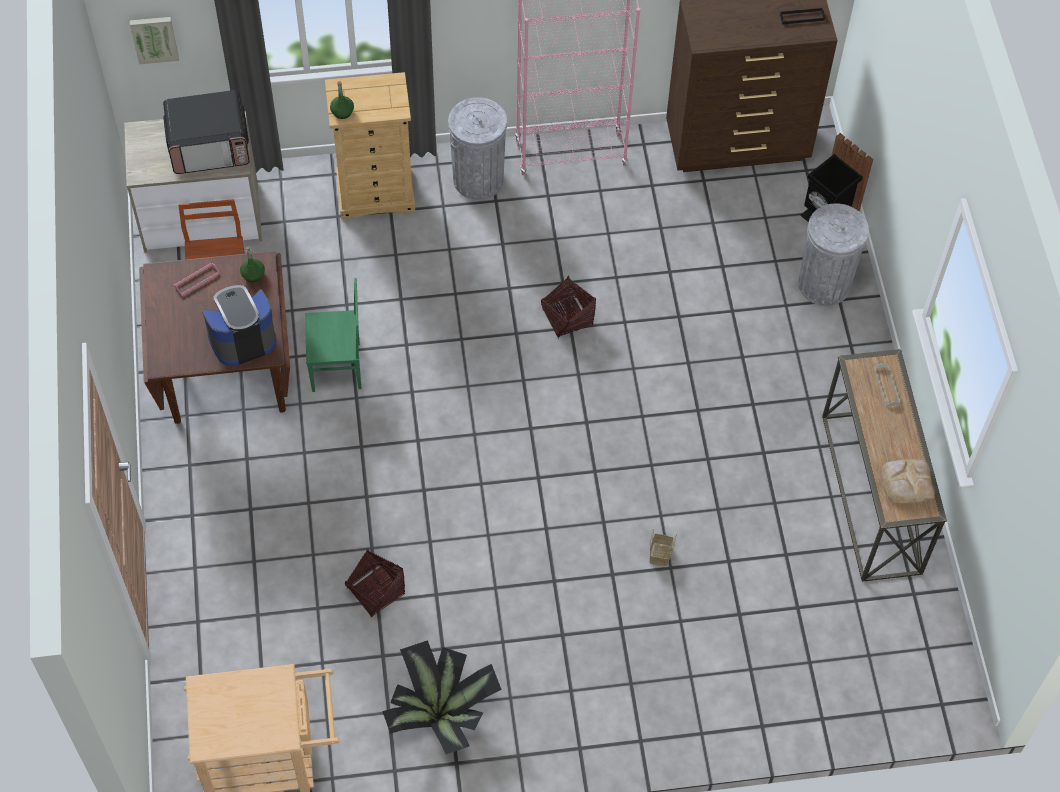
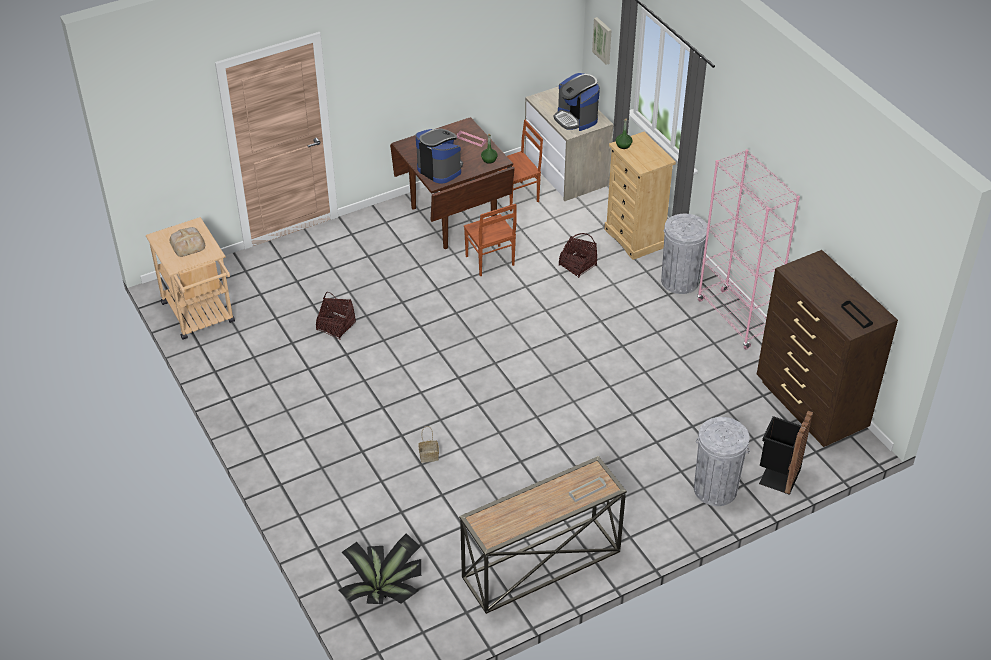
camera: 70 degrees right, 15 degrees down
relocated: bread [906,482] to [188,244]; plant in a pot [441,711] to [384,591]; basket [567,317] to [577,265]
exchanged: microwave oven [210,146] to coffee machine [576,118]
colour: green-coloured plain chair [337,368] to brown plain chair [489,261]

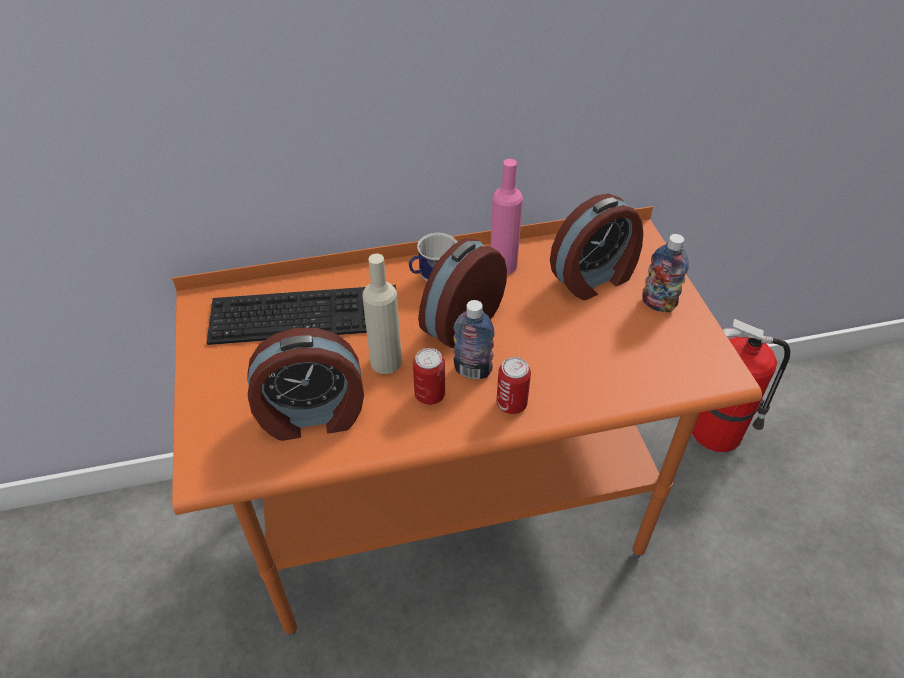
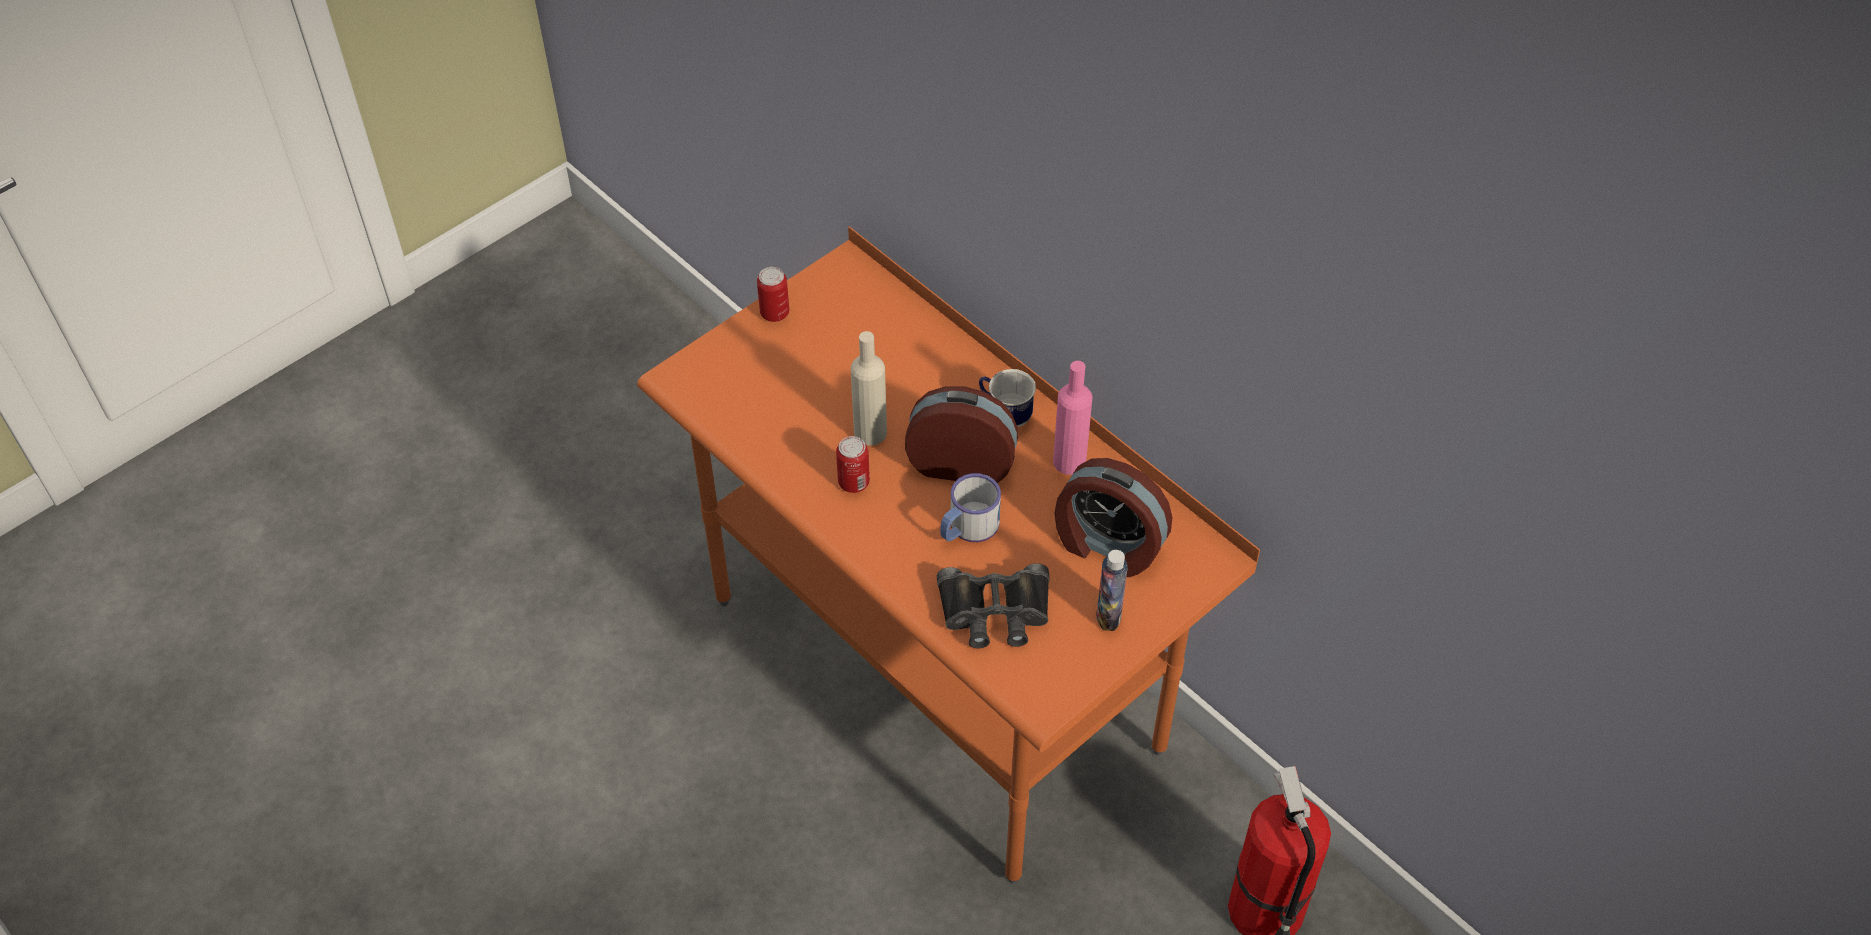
camera: 60 degrees right, 5 degrees up
missing: keyboard [307,313]; table clock [312,416]; drink bottle [472,370]
appeared: black-coloured pair of binoculars [995,612]; tea mug [967,527]
relocated: can [511,404] to [774,313]

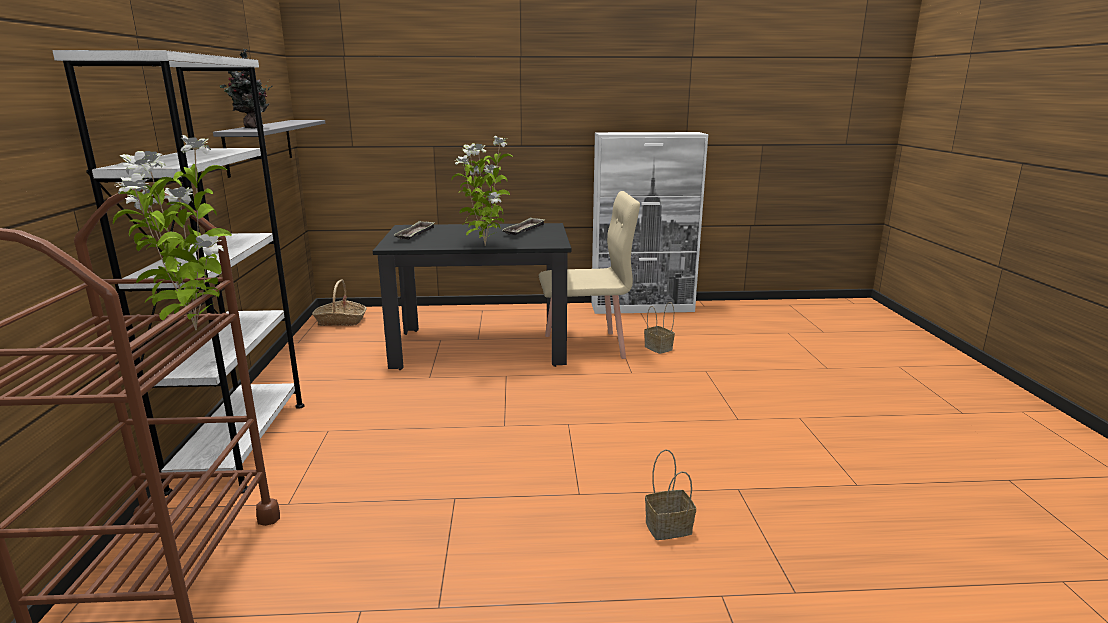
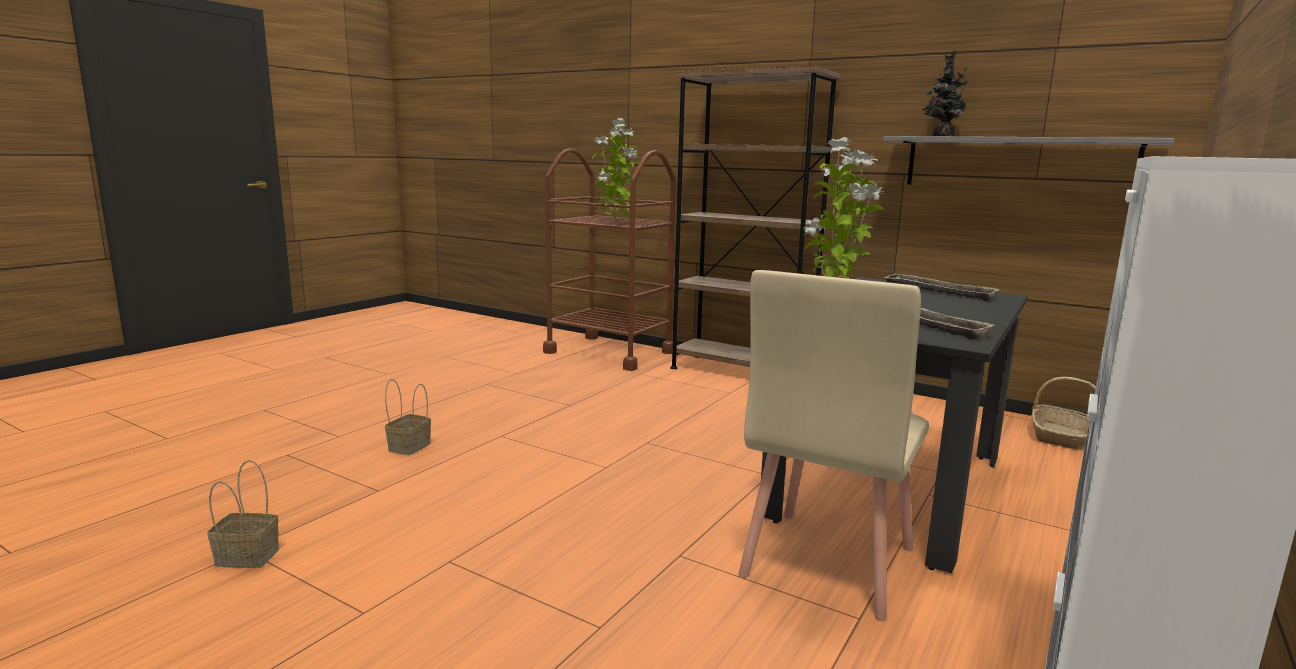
camera: 125 degrees right, 5 degrees down
relocated: basket [659,348] to [245,557]
colour: whitish bookshelf [241,444] to brown bookshelf [741,372]

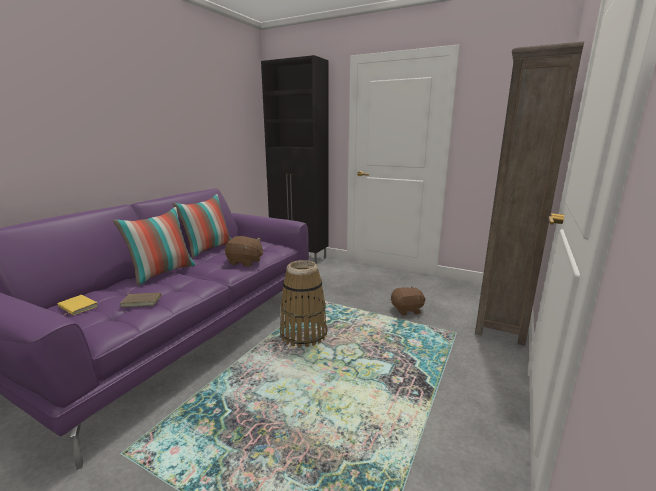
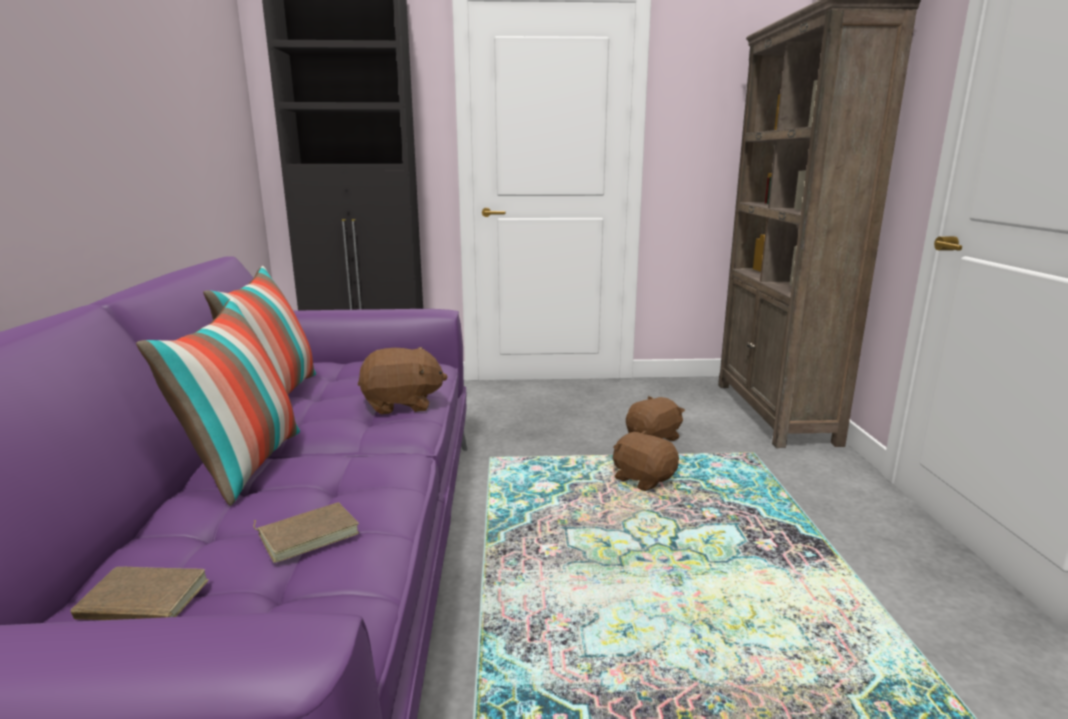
camera: 30 degrees left, 0 degrees up
missing: basket [303,335]
appeared: brown plush toy [643,479]
colour: yellow-coloured bound book [76,307] to brown bound book [141,603]

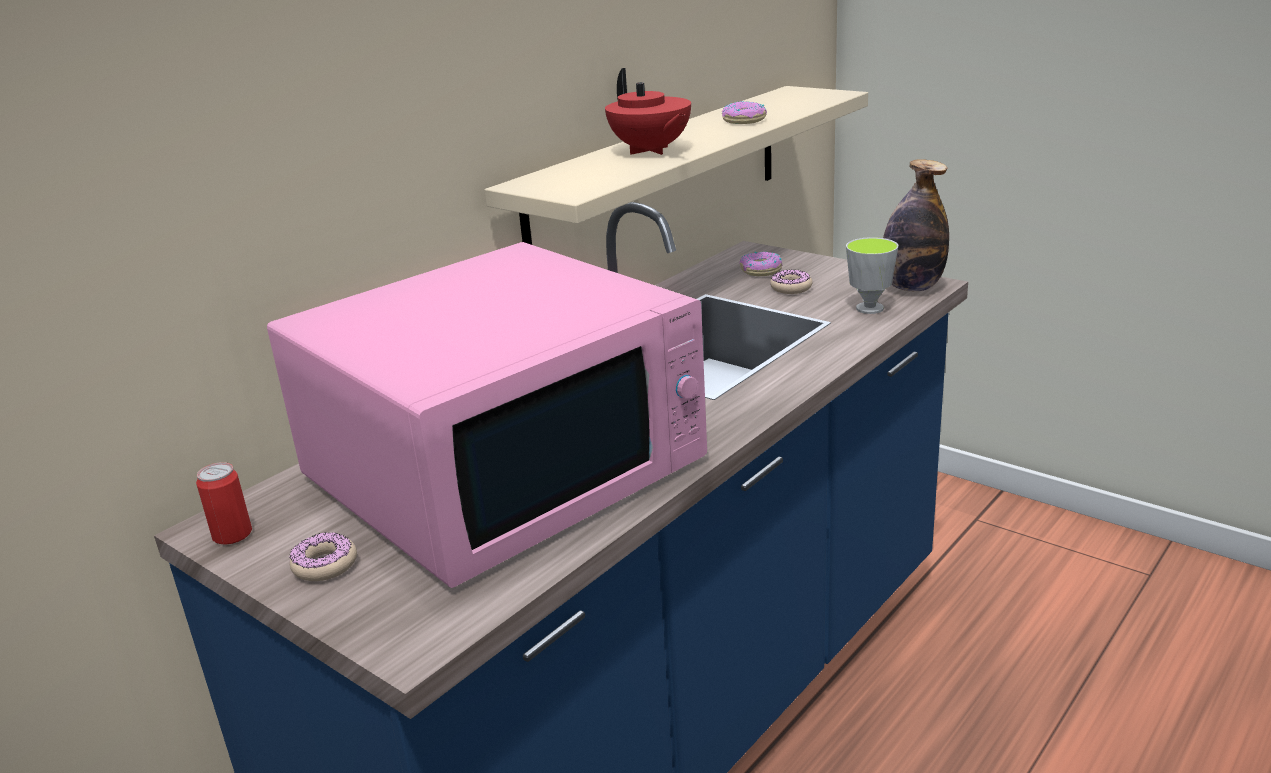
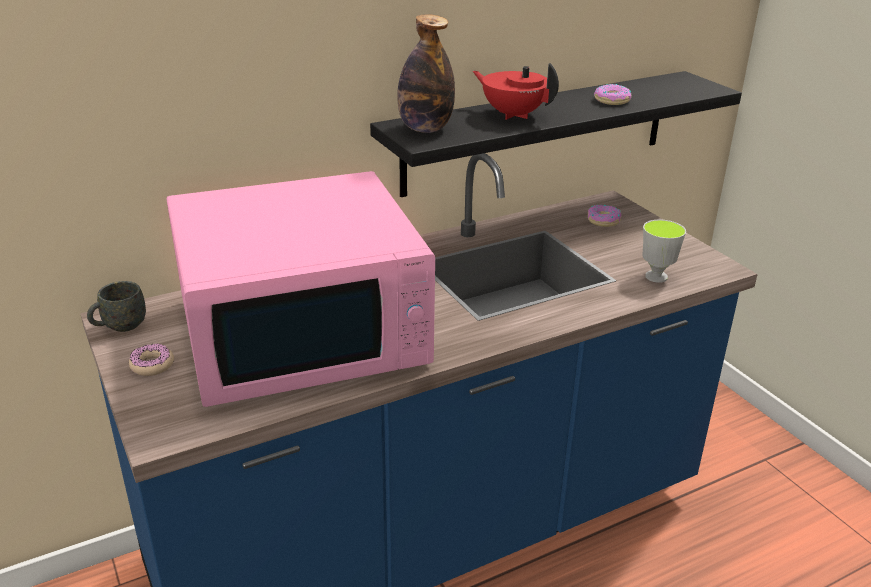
camera: 20 degrees right, 5 degrees up
missing: ring doughnut [791,288]
relocated: drink bottle [911,287] to [425,129]
exchanged: can [232,534] to grey tea mug [119,327]
colour: beige-coloured shelf [660,178] to black-coloured shelf [538,132]
spun: red-coloured teapot [650,150] = [513,115] 135 degrees clockwise

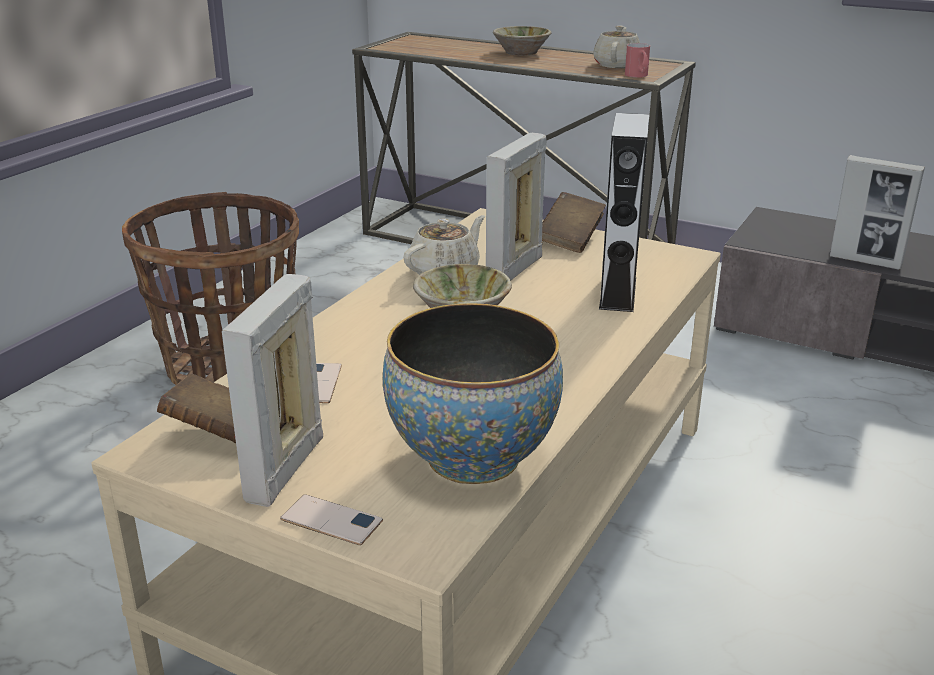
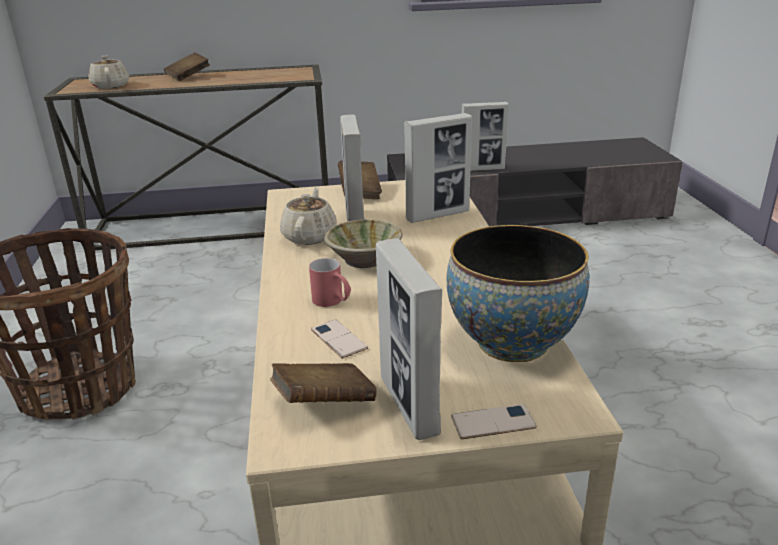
camera: 35 degrees left, 0 degrees up
relocated: beige-coloured teapot [617,65] to [111,86]; red-coloured tea mug [638,76] to [333,302]
exchanged: beige-coloured deep dish [521,52] to brown bound book [188,77]; grey speaker [618,293] to standing frame [438,215]

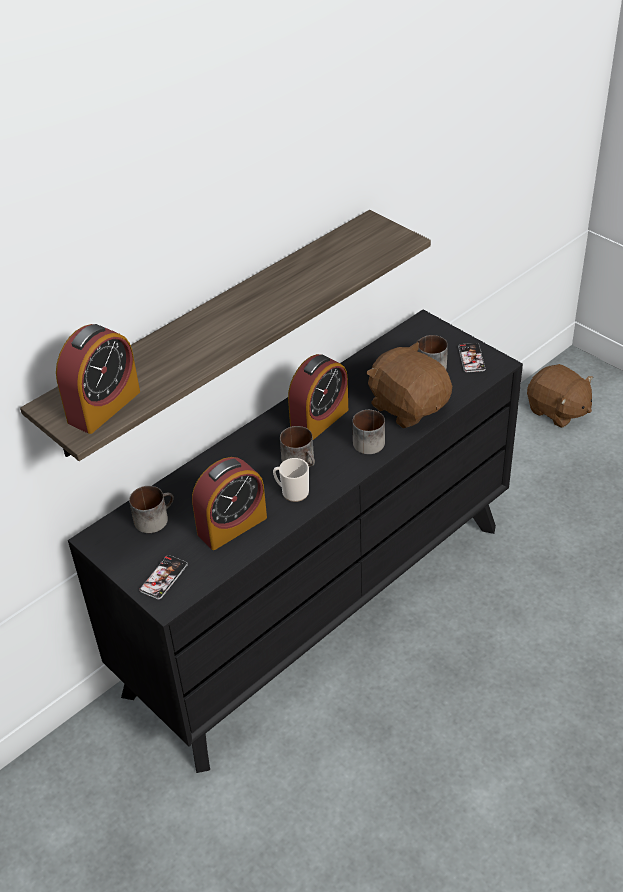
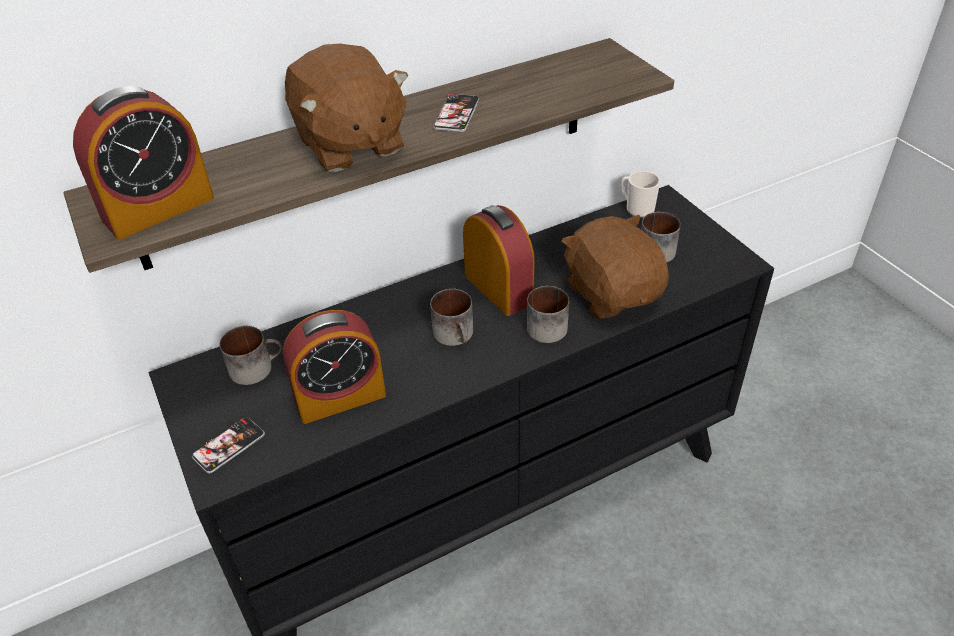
camera: 15 degrees right, 0 degrees up
relocated: brown plush toy [557,411] to [349,145]; phone [471,358] to [456,114]; tea mug [292,492] to [637,208]
spun: table clock [319,420] = [498,289] 90 degrees counterclockwise

